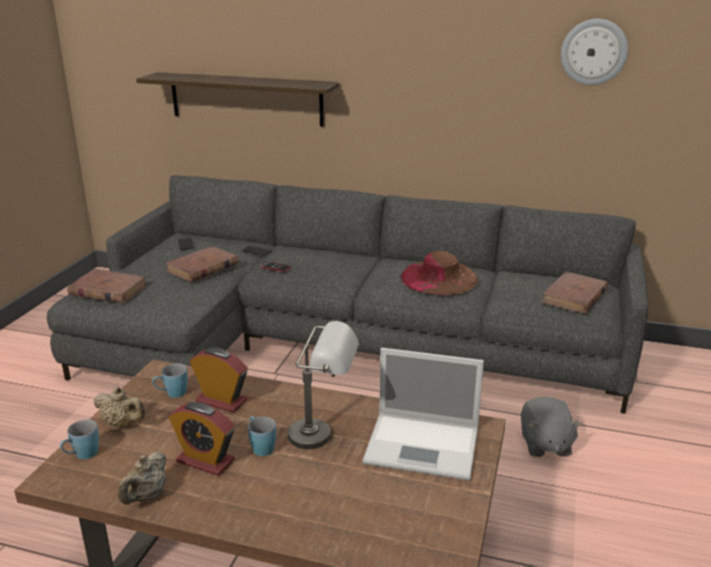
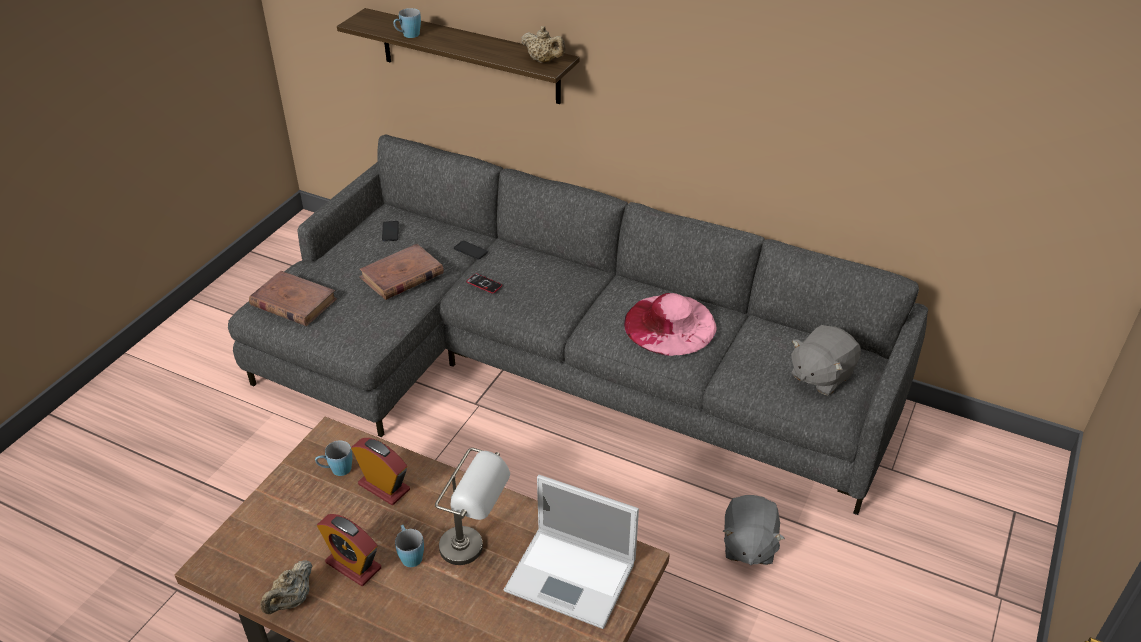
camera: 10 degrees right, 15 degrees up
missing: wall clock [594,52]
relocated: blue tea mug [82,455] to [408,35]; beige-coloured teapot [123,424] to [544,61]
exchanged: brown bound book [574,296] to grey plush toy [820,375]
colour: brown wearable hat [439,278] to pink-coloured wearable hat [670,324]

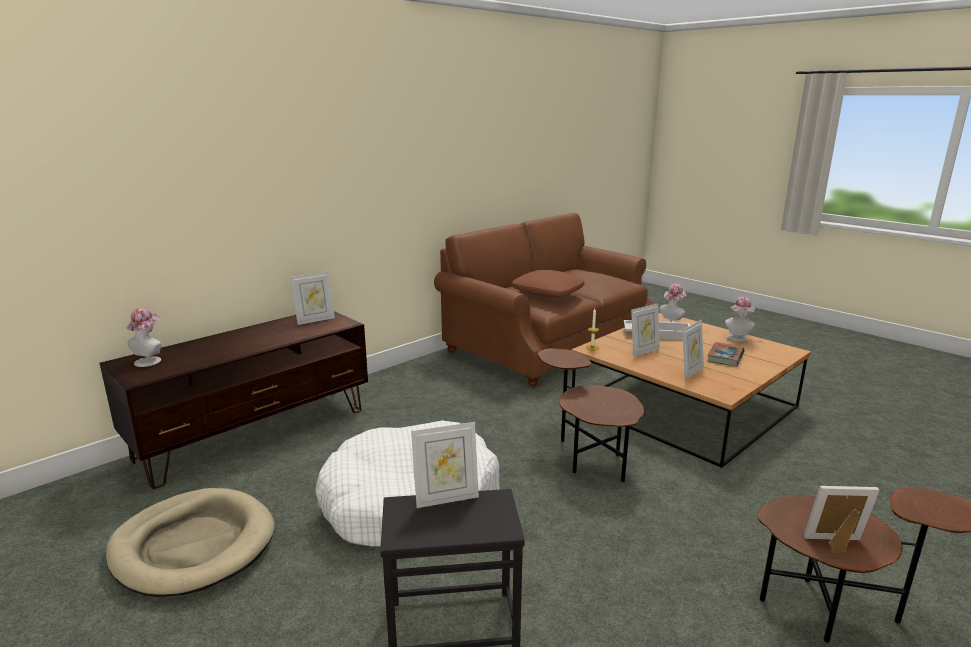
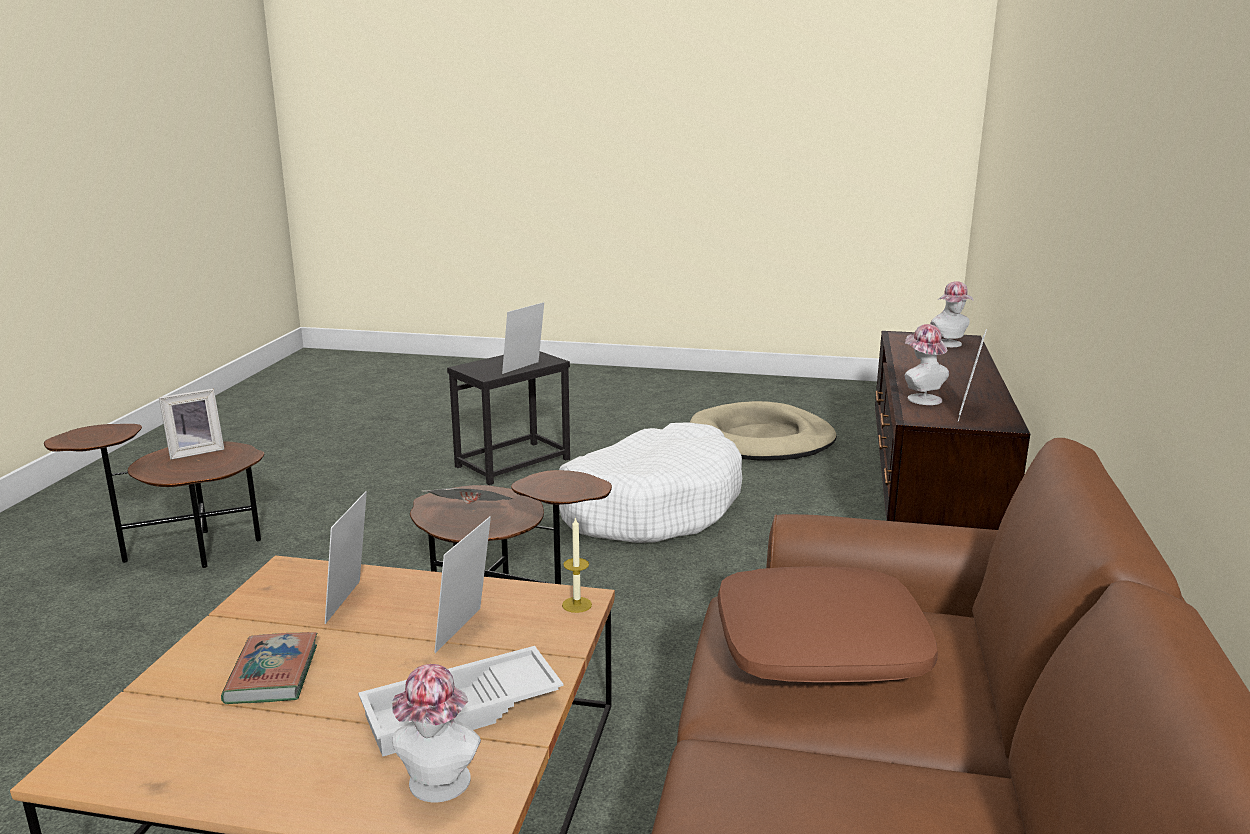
camera: 145 degrees right, 0 degrees up
appeared: daily paper [471,518]
relocated: wearable hat [737,339] to [921,398]

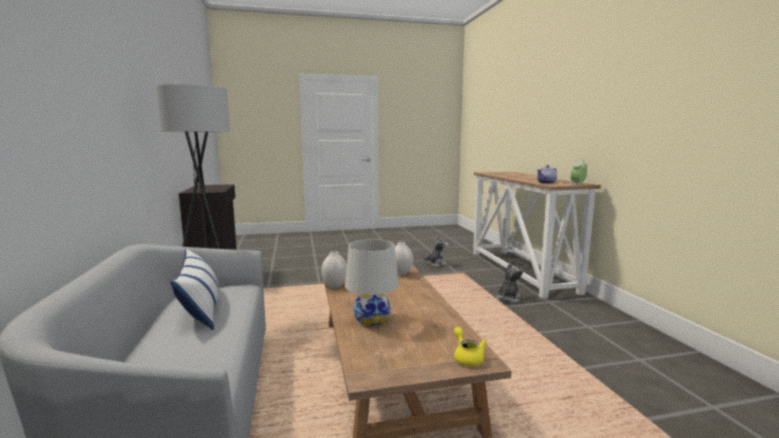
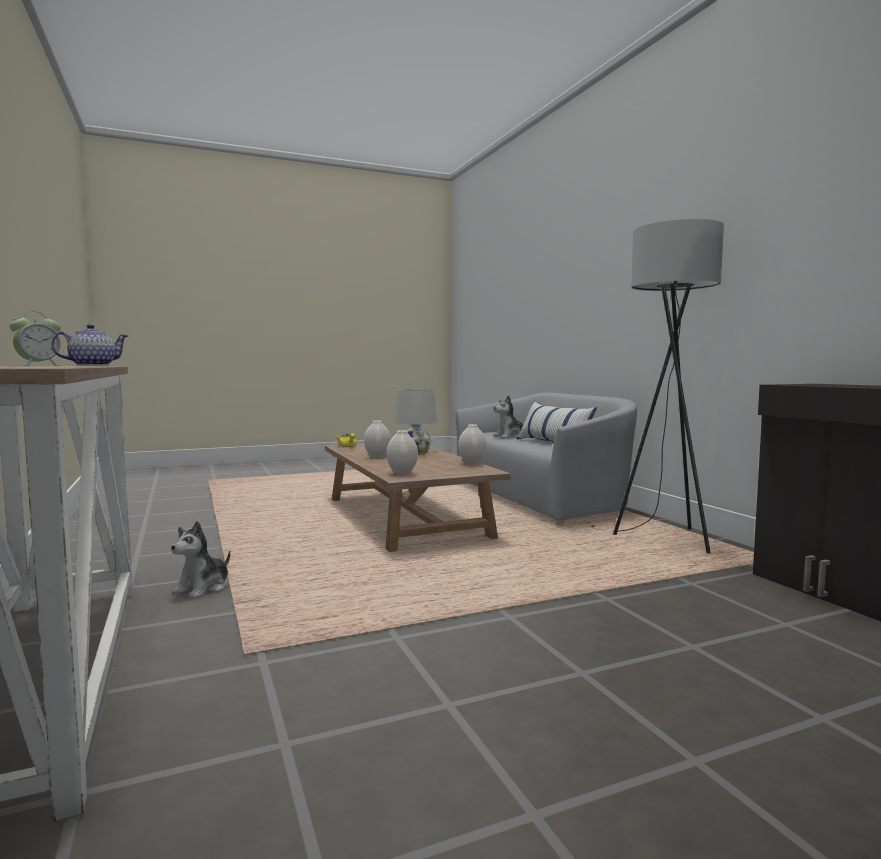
camera: 170 degrees right, 5 degrees down
appeared: whitish vase [377,457]
relocated: plush toy [435,264] to [510,436]

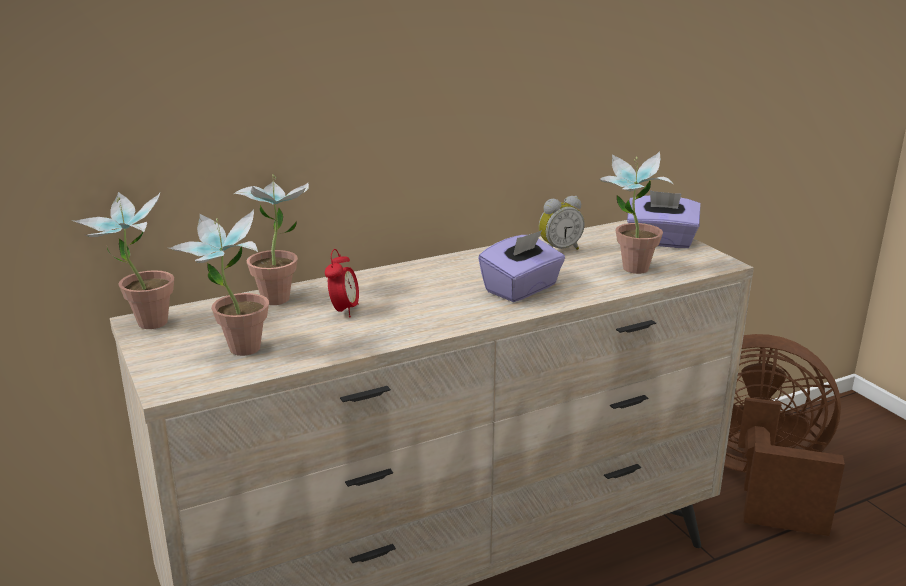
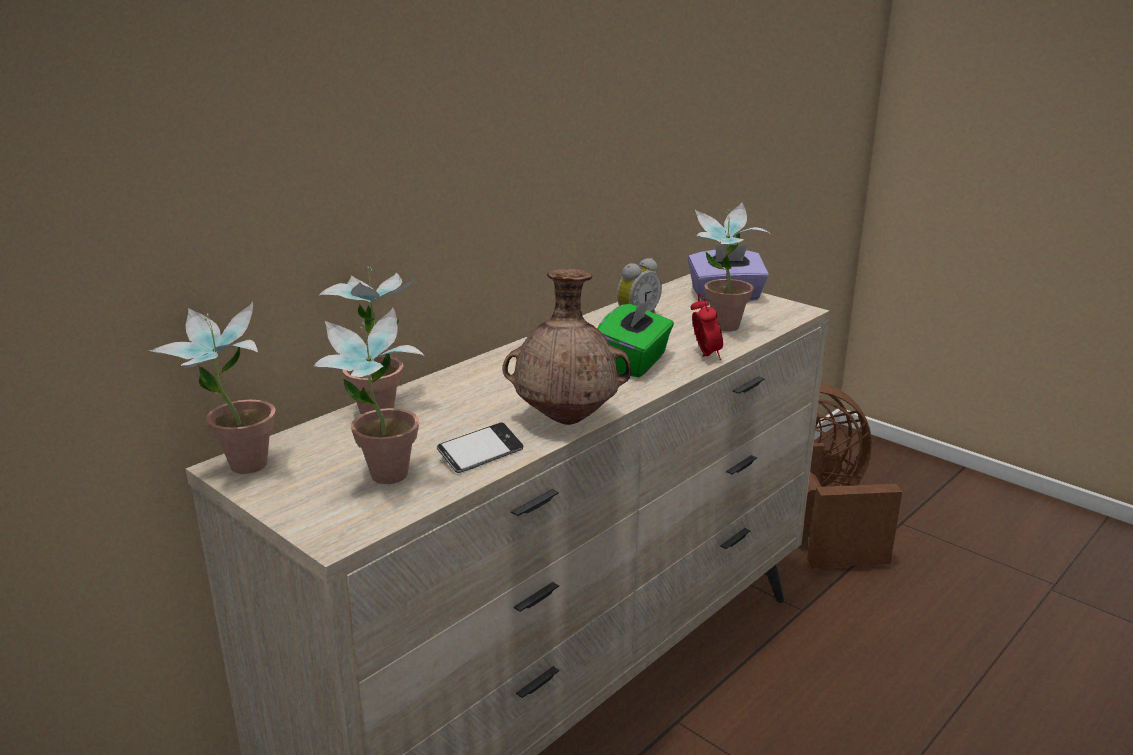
camera: 20 degrees left, 0 degrees up
appeared: phone [480,454]; brown vase [568,419]
relocated: table clock [344,311] to [705,356]
colour: purple-coloured tissue holder [521,289] to green-coloured tissue holder [634,363]

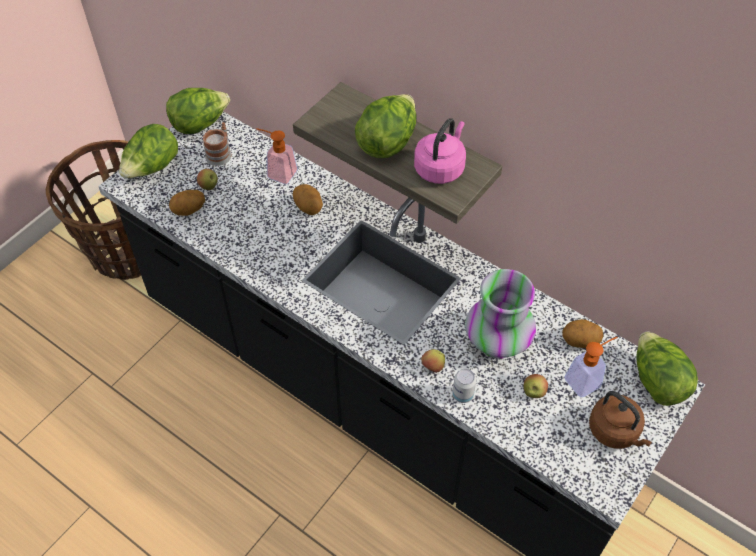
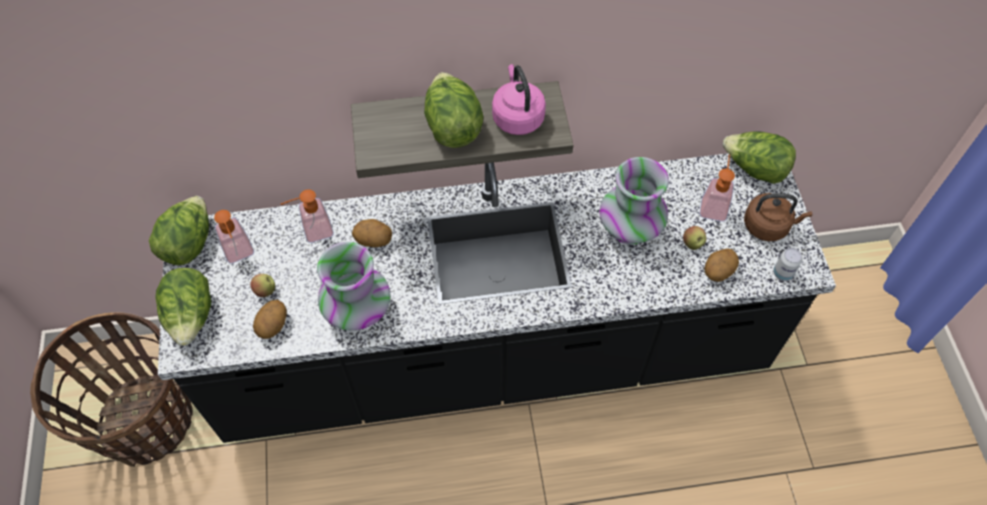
camera: 45 degrees left, 5 degrees up
missing: whole apple [432,367]
appeared: vase [358,311]
relocated: potato [580,341] to [718,271]; can [462,395] to [782,273]
exchanged: tea mug [220,153] to soap bottle [240,255]

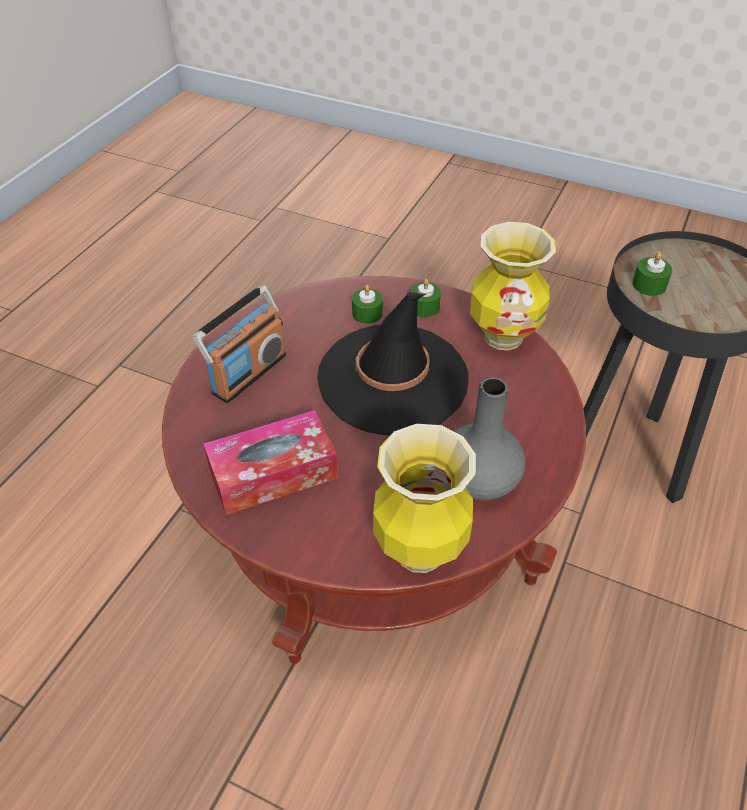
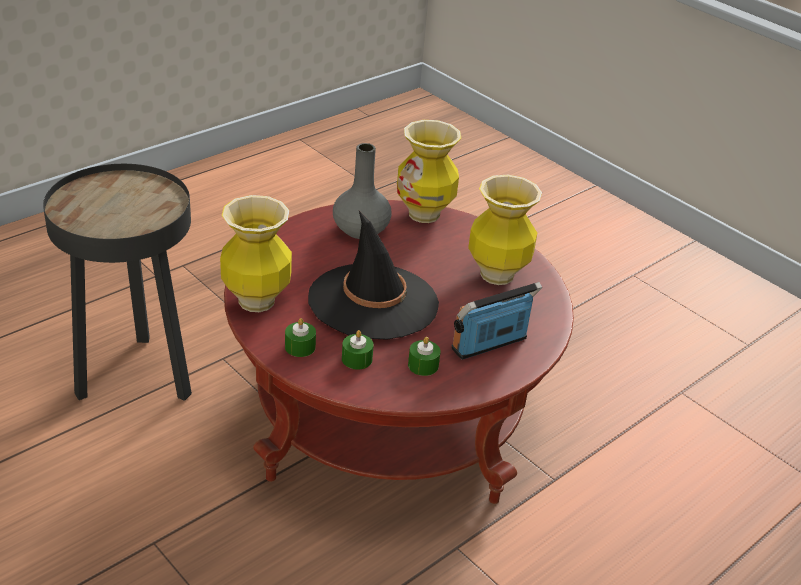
camera: 160 degrees left, 10 degrees down
relocated: green-coloured candle [649,285] to [423,365]
exchanged: tissue holder [273,473] to vase [496,275]

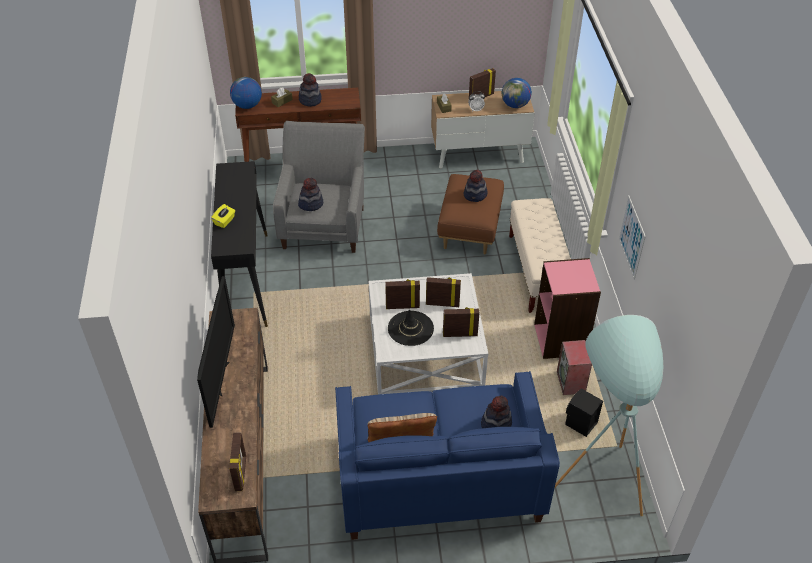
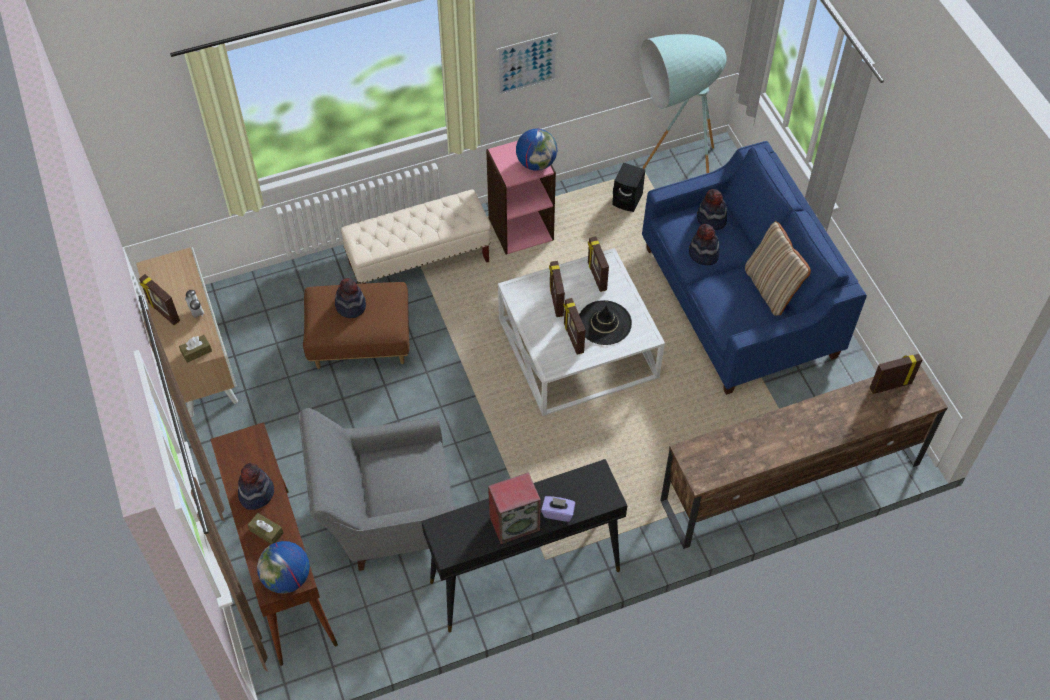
camera: 105 degrees left, 10 degrees up
missing: TV set [221,378]
relocated: speaker [571,383] to [515,523]; globe [515,105] to [536,163]; wearable hat [311,204] to [703,254]
colour: yellow-coloured tissue holder [224,221] to purple-coloured tissue holder [558,513]

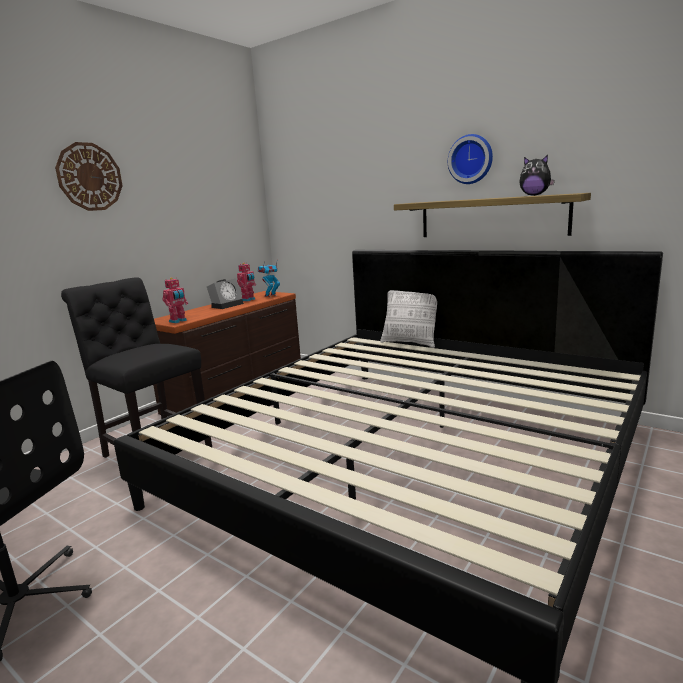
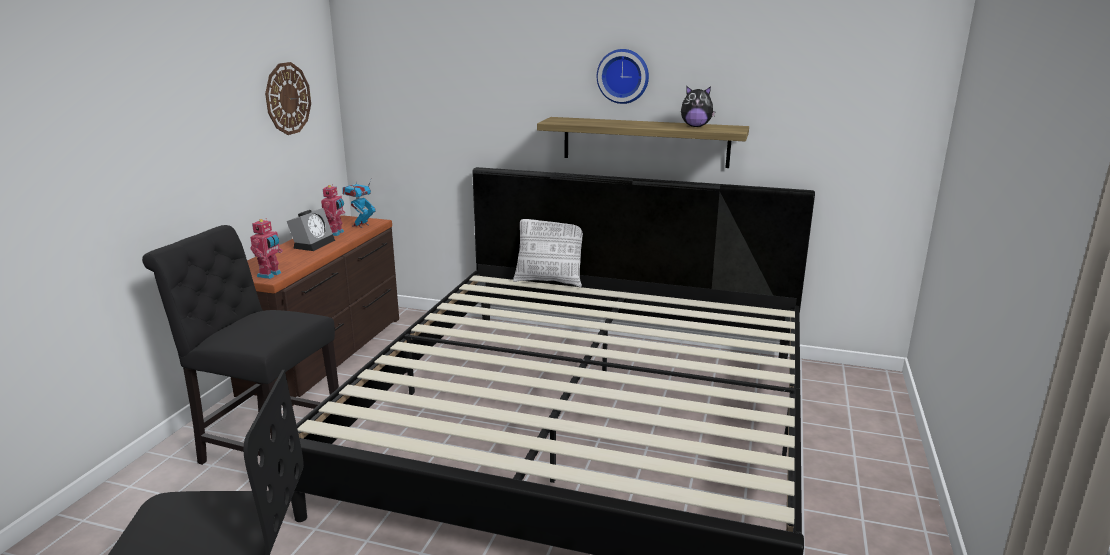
camera: 20 degrees left, 5 degrees up
relocated: wall clock [89,177] to [287,98]

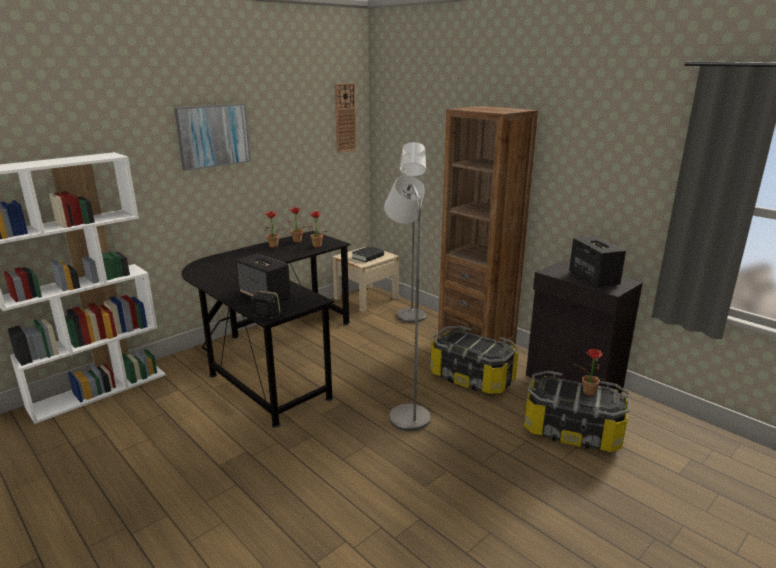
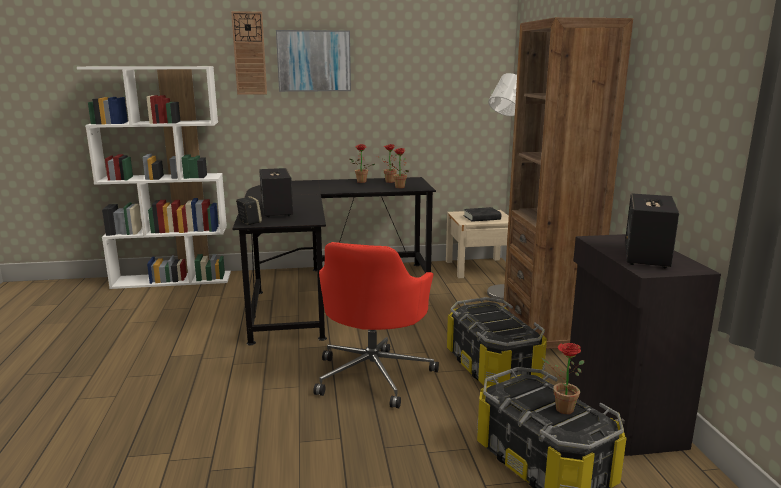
camera: 35 degrees right, 5 degrees down
relocated: wall clock [345,117] to [249,53]
exchanged: grey standard lamp [406,413] to red-coloured computer chair [374,374]

